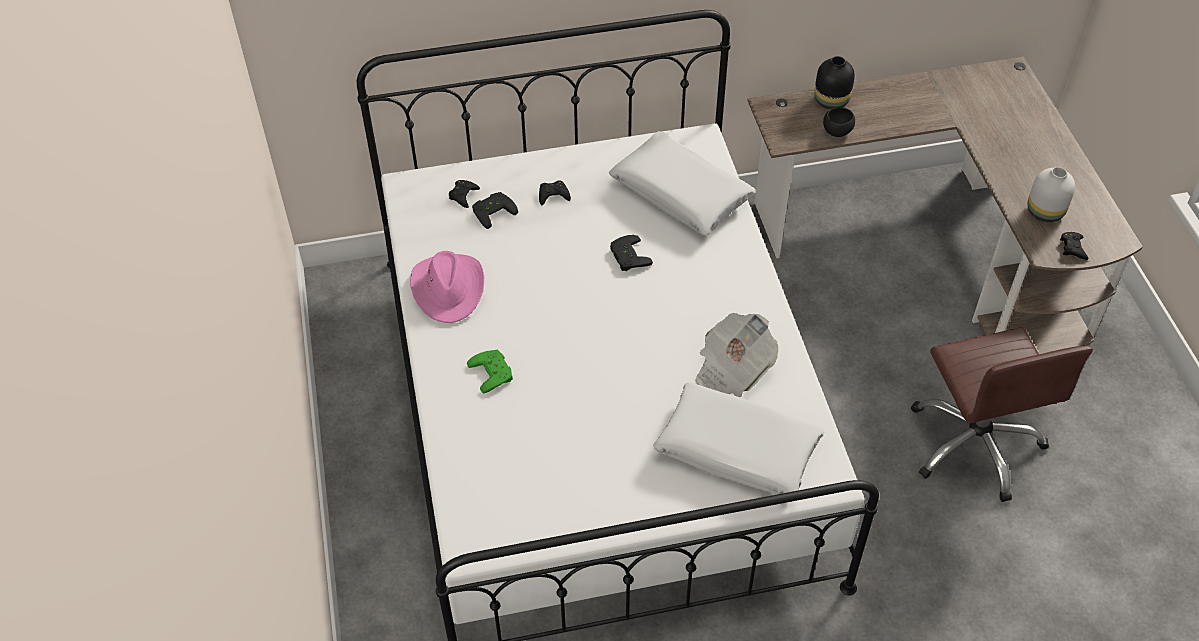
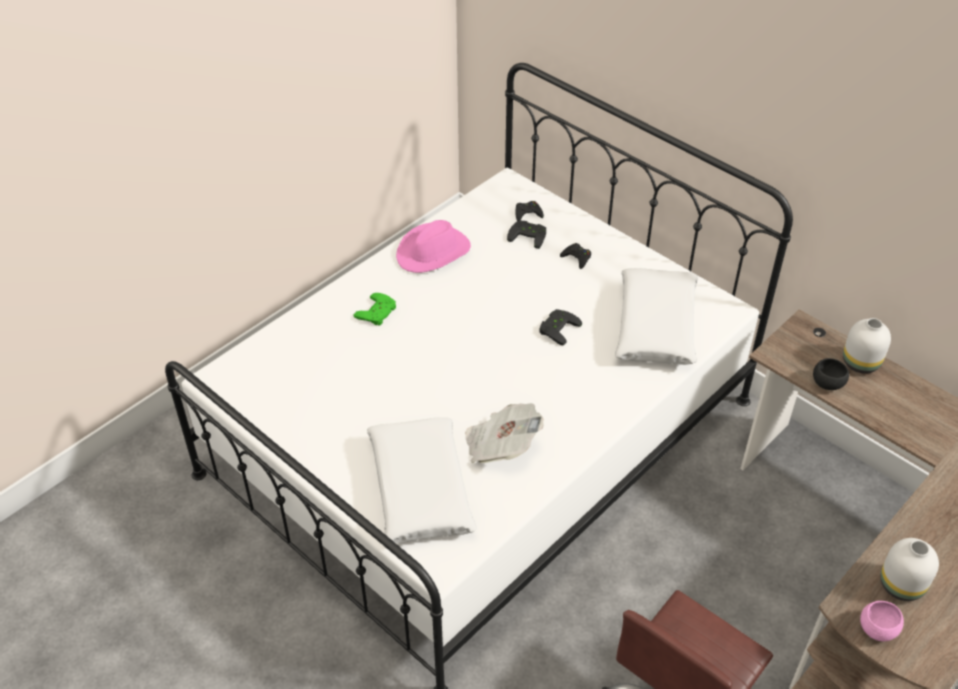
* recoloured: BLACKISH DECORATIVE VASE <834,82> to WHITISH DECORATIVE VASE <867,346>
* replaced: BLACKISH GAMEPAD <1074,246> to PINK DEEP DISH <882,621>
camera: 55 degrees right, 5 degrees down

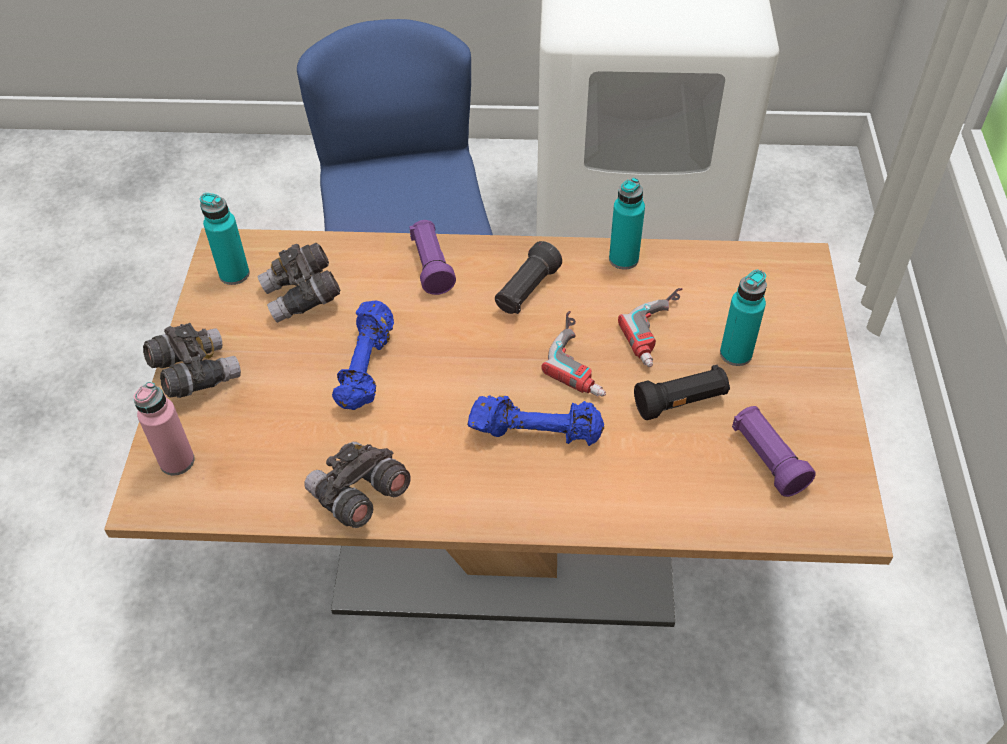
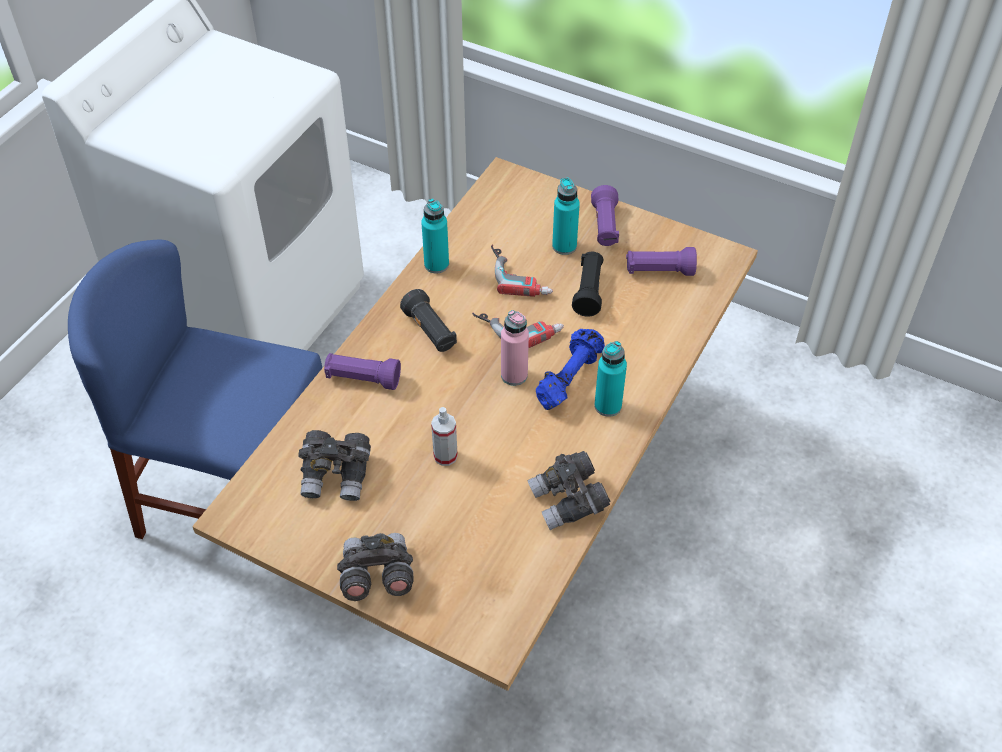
* replaced: BLUISH FREE WEIGHT <363,355> to SPRAYER <444,436>
* moved: PINK DRINK BOTTLE <164,428> to <515,348>
* added: PURPLISH TORCH <605,215>
* moved: BLUE-GREEN DRINK BOTTLE <224,239> to <610,379>
camera: 65 degrees left, 0 degrees up

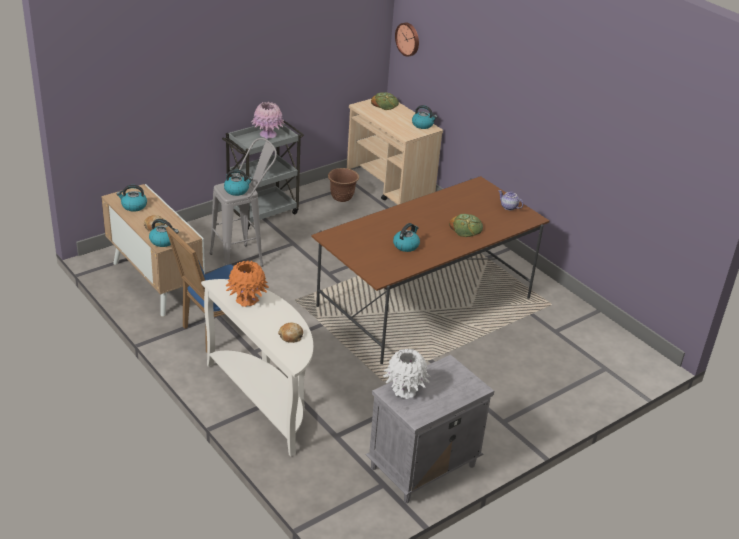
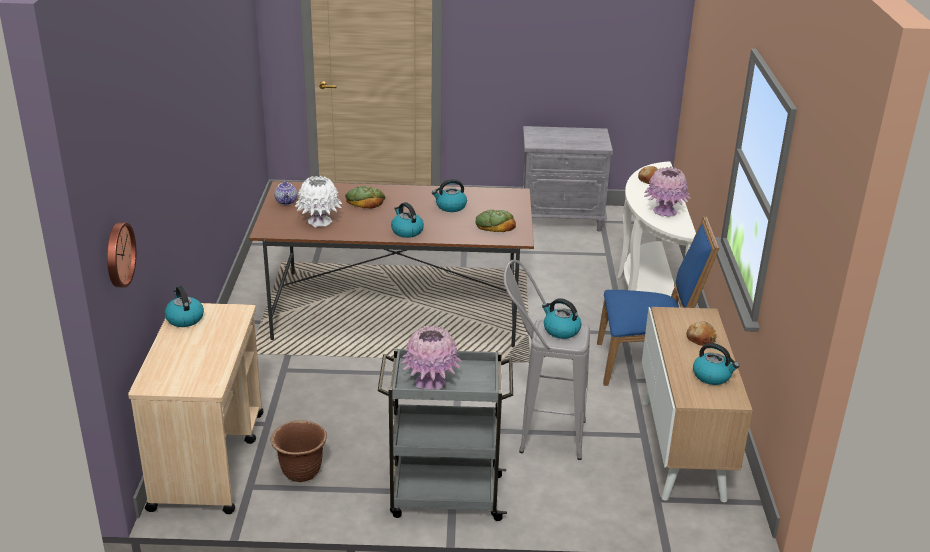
* moved: WHITISH DECORATIVE VASE <406,374> to <318,202>
* moved: KETTLE <164,233> to <407,220>
* moved: BAKERY BREAD <385,101> to <495,220>
* recoloured: ORANGE-COLOURED DECORATIVE VASE <247,284> to PINK DECORATIVE VASE <667,191>
camera: 140 degrees left, 5 degrees down

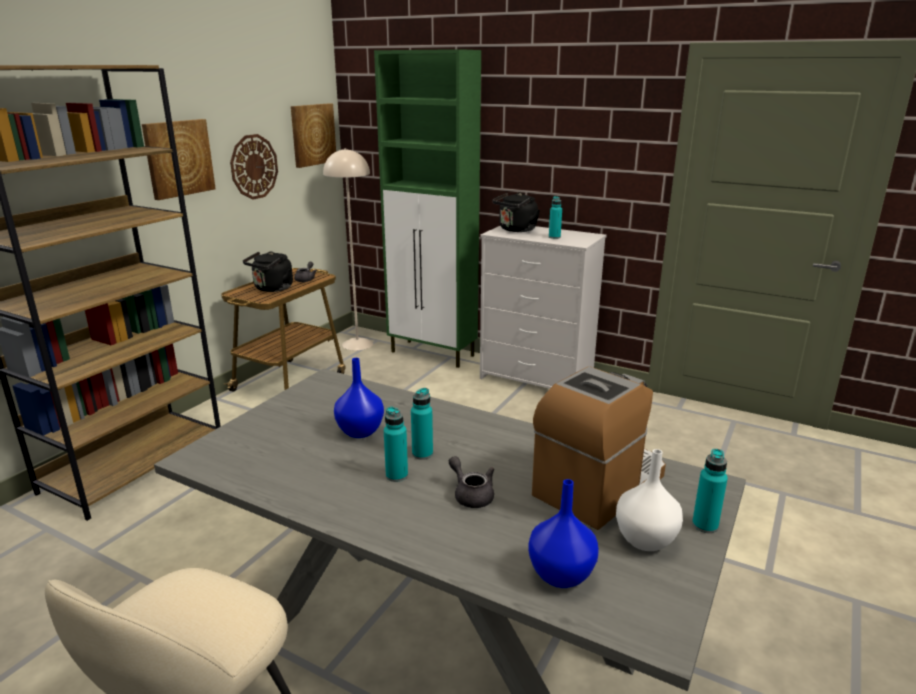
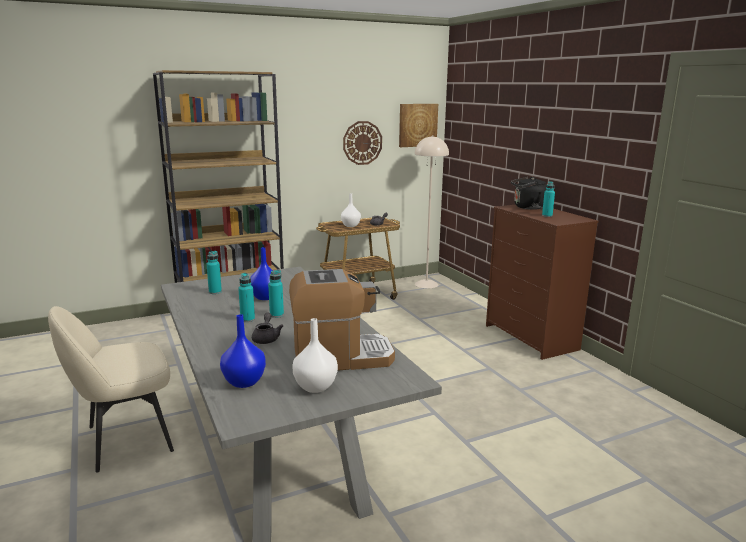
* moved: BLUE-GREEN DRINK BOTTLE <710,491> to <214,272>
* replaced: BLACKISH KETTLE <268,271> to WHITISH DECORATIVE VASE <351,210>
* recoloured: WHITISH CHEST OF DRAWERS <543,307> to BROWN CHEST OF DRAWERS <542,282>
* removed: WALL PICTURE <179,159>
* removed: GREEN CABINET <427,208>
camera: 35 degrees right, 5 degrees down

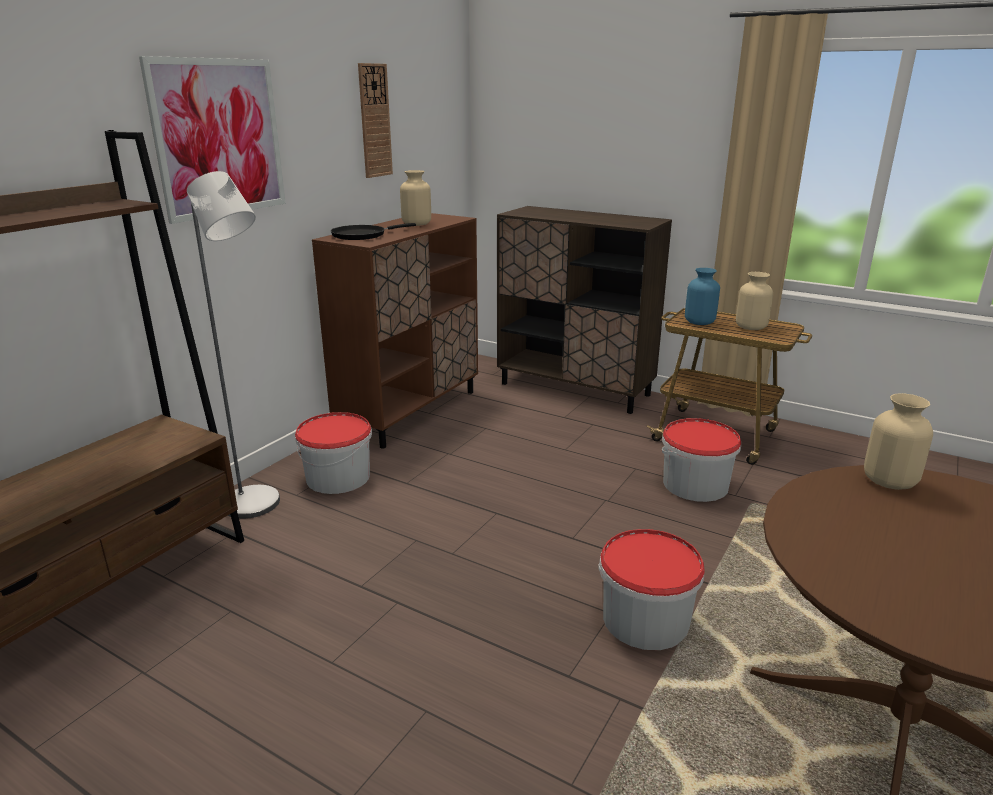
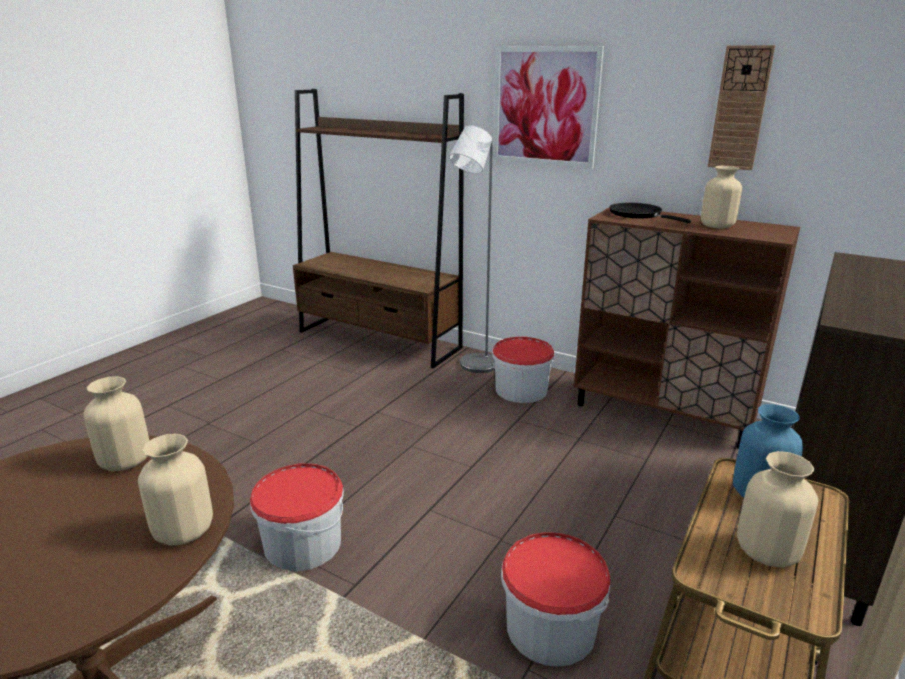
* added: BEIGE DECORATIVE VASE <116,423>
camera: 90 degrees right, 0 degrees up

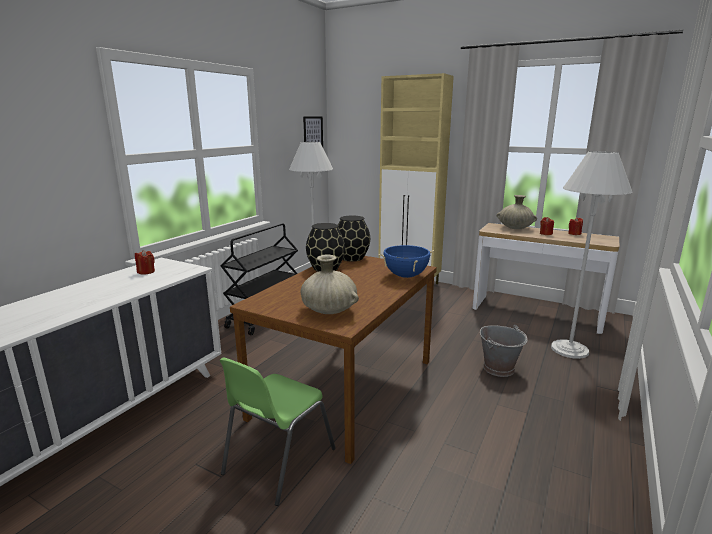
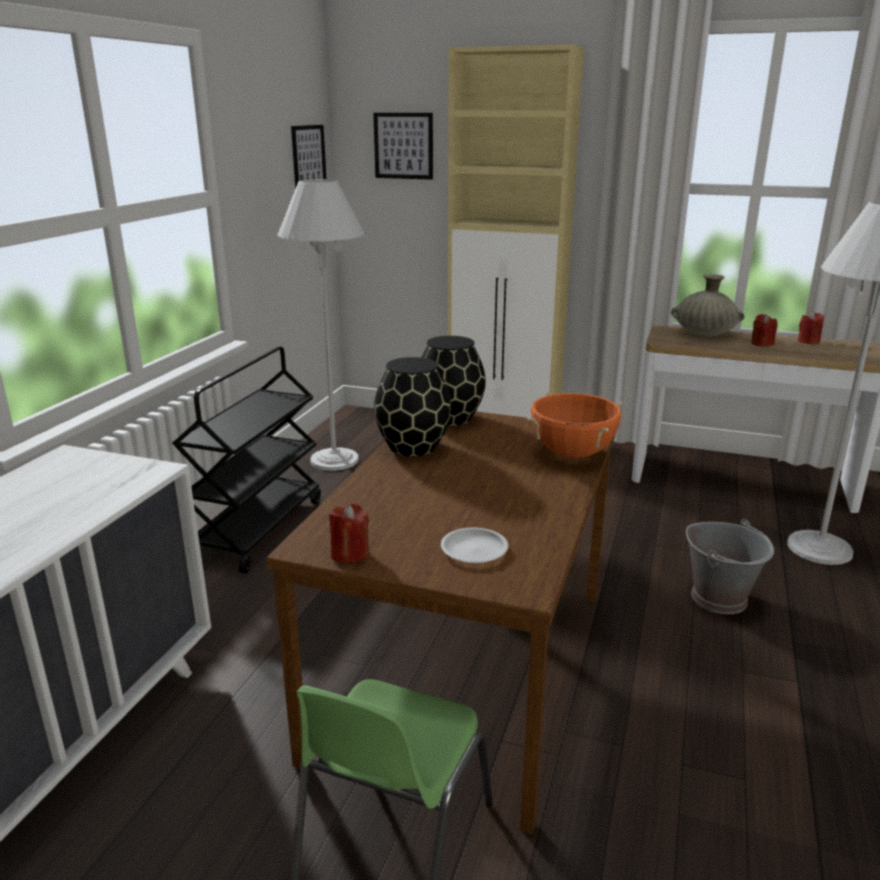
* moved: RED WAX CANDLE <145,262> to <349,533>
* added: WALL PICTURE <403,146>
* replaced: BEIGE DECORATIVE VASE <330,284> to WHITISH PLATE <474,545>
* recoloured: BLUISH COOKING POT <406,261> to ORANGE-COLOURED COOKING POT <575,425>
camera: 10 degrees left, 5 degrees up

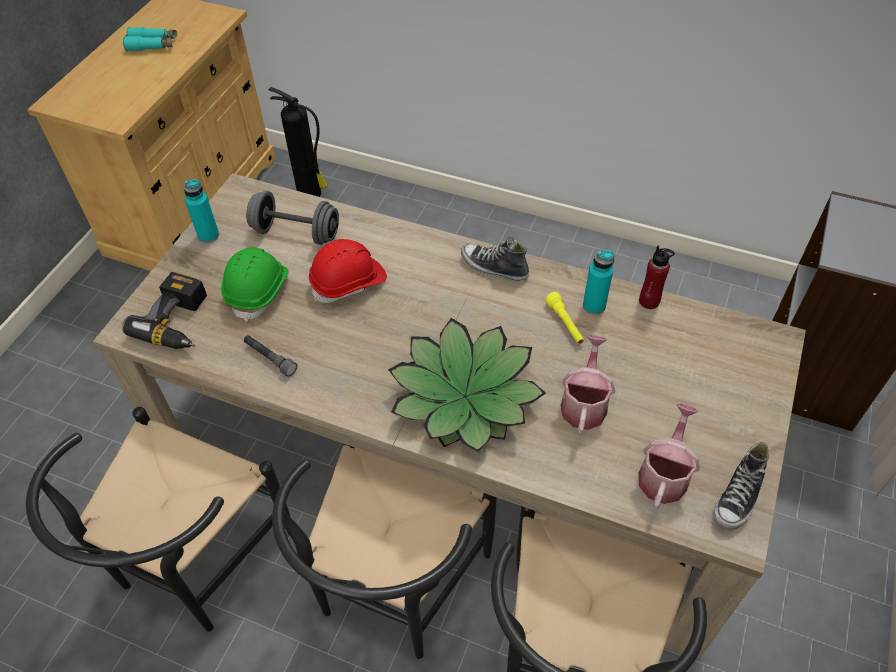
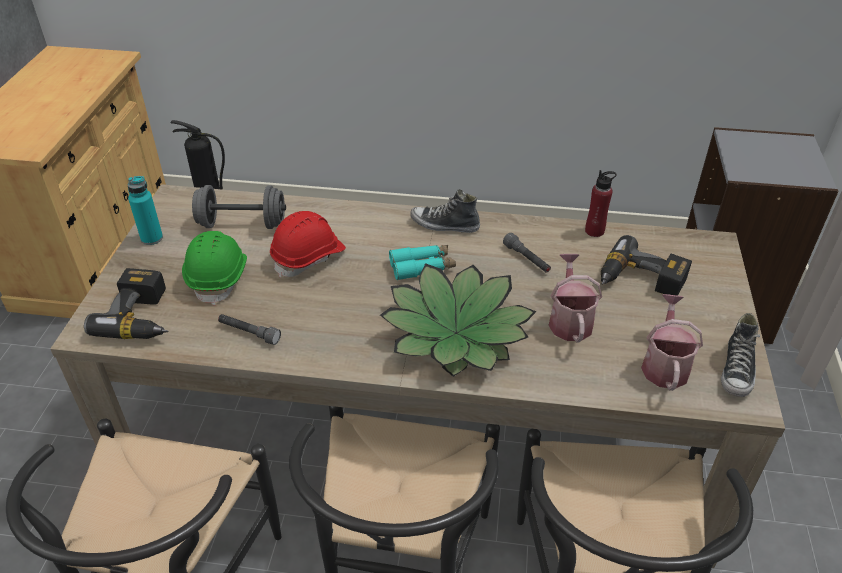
* moved: BLUE-GREEN PAIR OF BINOCULARS <150,39> to <422,262>
* recoloured: YELLOW-COLOURED TORCH <564,318> to GREYISH TORCH <527,253>
* added: POWER DRILL <646,265>
* removed: BLUE-GREEN DRINK BOTTLE <598,282>
camera: 15 degrees left, 10 degrees down

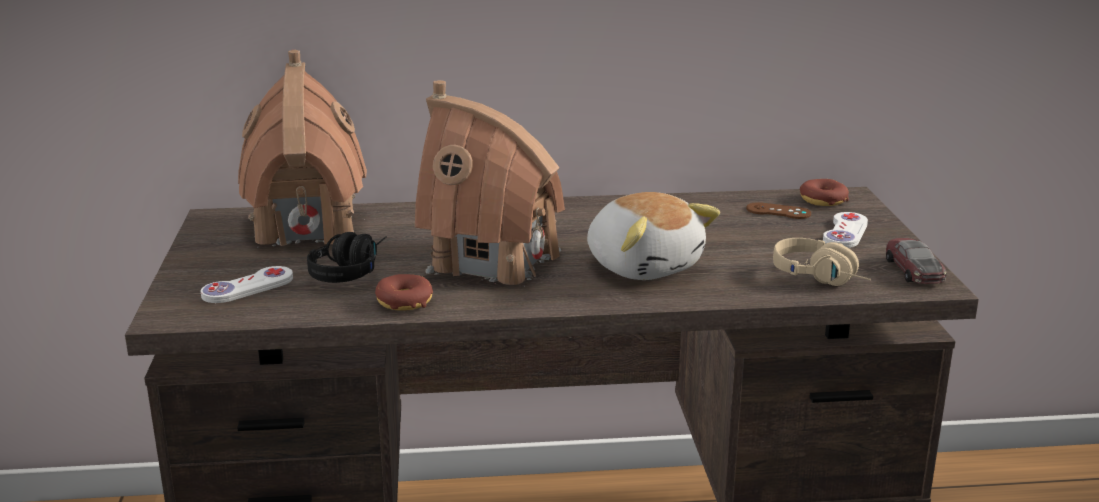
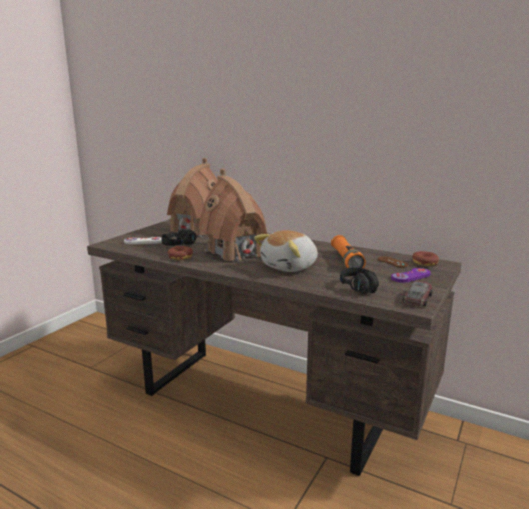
* turned: CUDDLY TOY <653,236> = <286,251> 45 degrees clockwise
* added: ORANGE-COLOURED TORCH <348,251>
* recoloured: BEIGE PAIR OF HEADPHONES <822,262> to BLACKISH PAIR OF HEADPHONES <359,280>
* recoloured: WHITISH GAMEPAD <845,230> to PURPLISH GAMEPAD <411,275>
camera: 35 degrees right, 5 degrees down

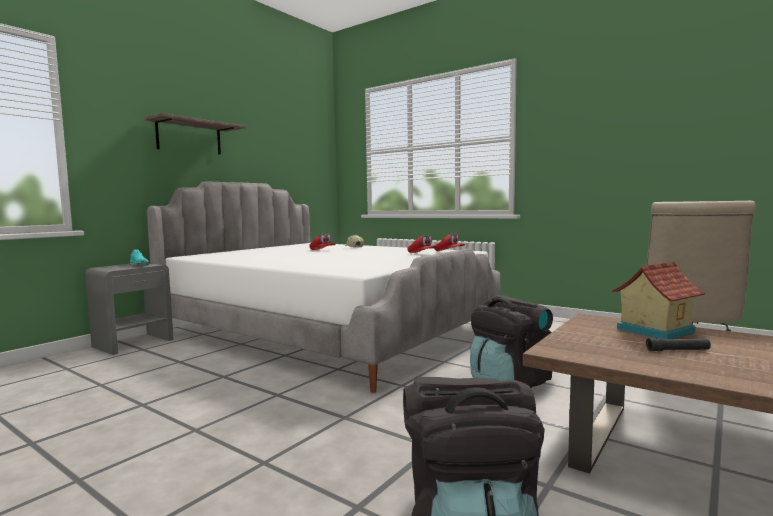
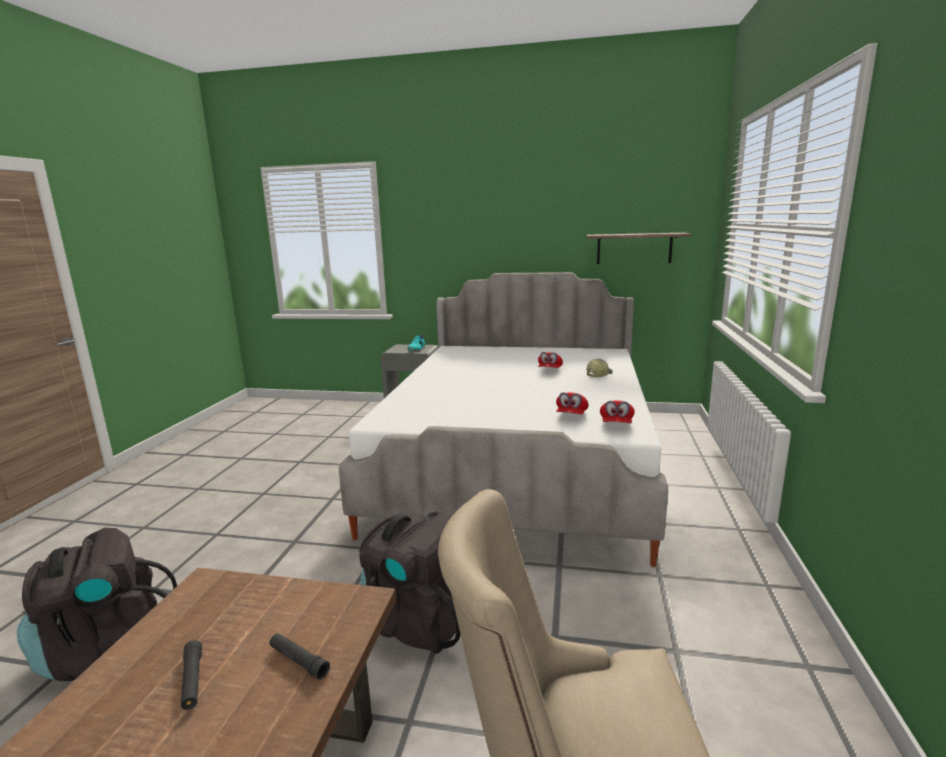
* replaced: MINIATURE HOUSE <658,300> to BLACKISH TORCH <299,656>
* moved: WALL SHELF <195,134> to <639,248>
camera: 65 degrees right, 10 degrees up

